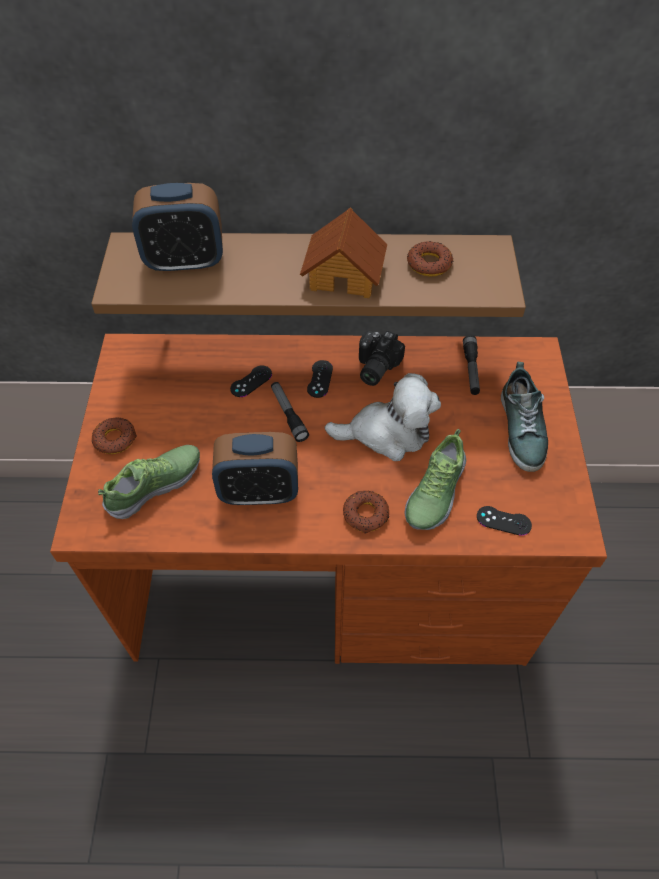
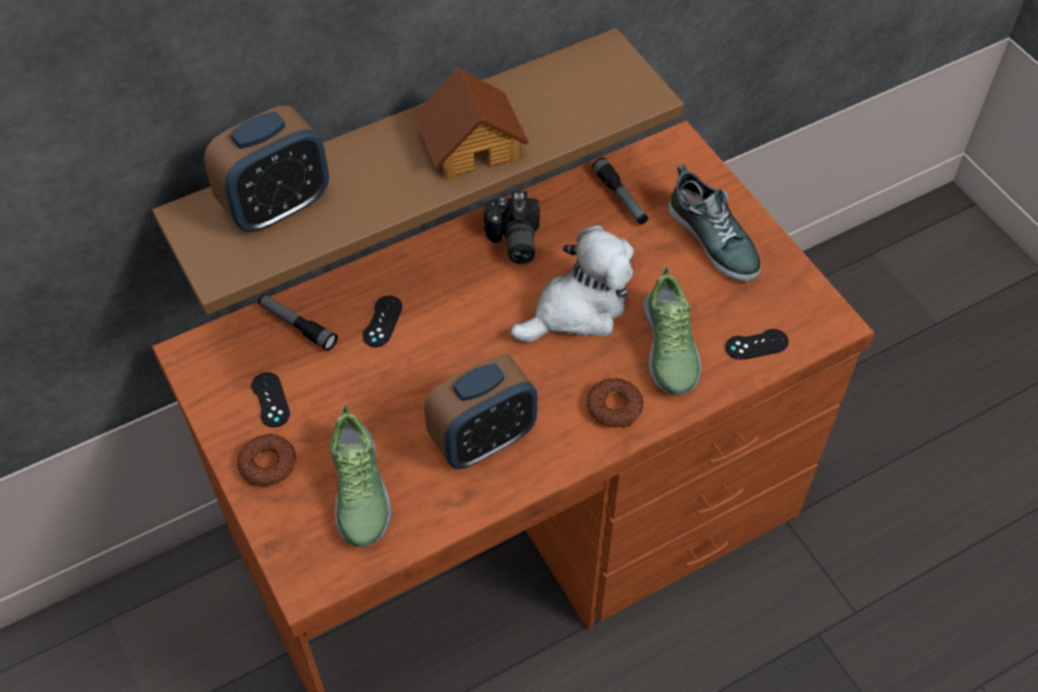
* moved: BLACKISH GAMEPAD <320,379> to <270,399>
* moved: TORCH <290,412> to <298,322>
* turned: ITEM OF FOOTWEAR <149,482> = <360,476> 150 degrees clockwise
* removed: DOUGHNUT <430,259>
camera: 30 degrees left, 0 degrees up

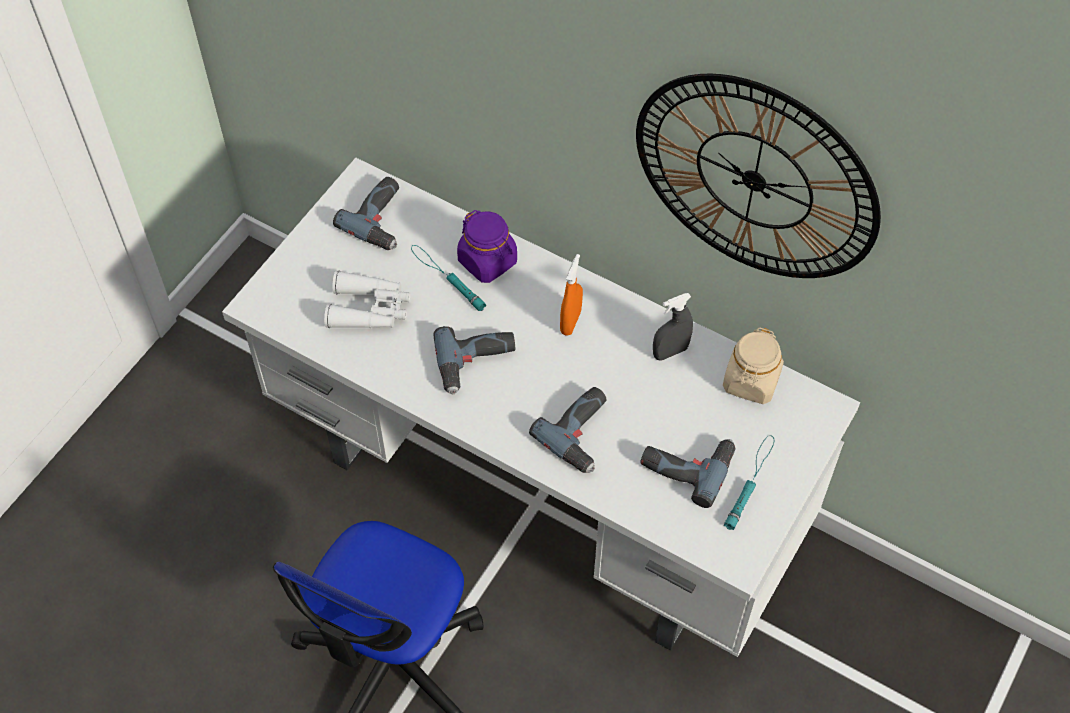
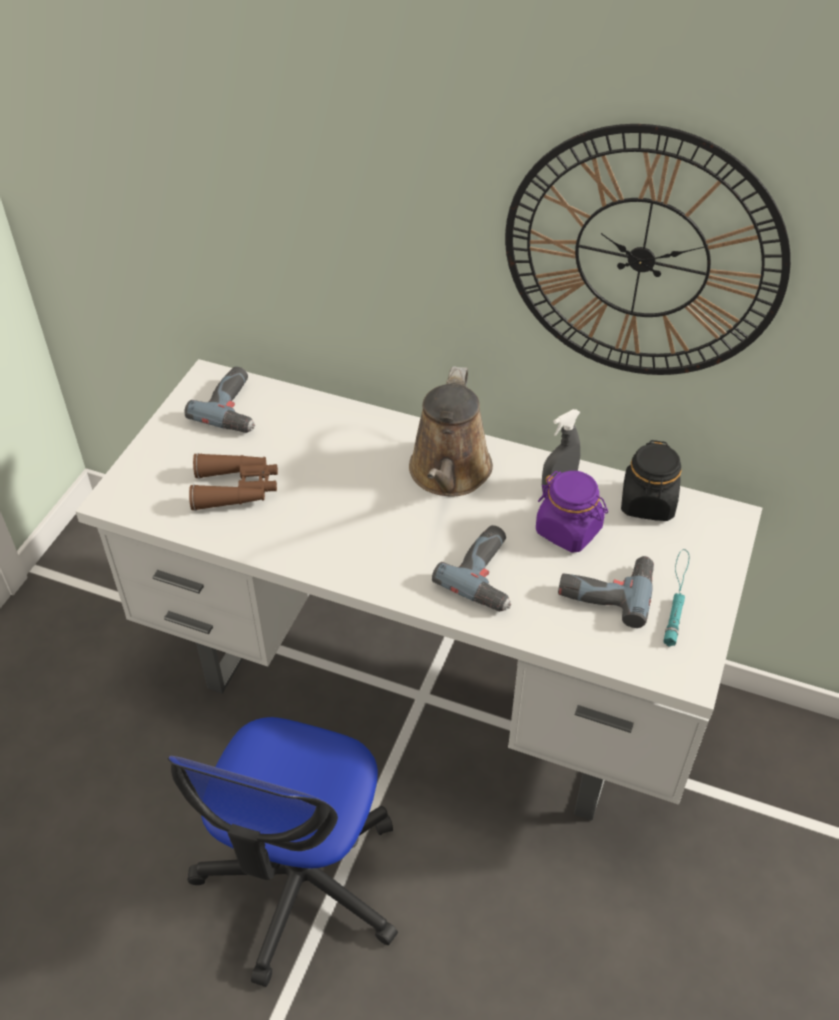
* recoloured: WHITISH PAIR OF BINOCULARS <367,299> to BROWN PAIR OF BINOCULARS <233,482>
* replaced: ORANGE-COLOURED SPRAYER <571,295> to BROWN WATERING CAN <451,431>
* moved: PURPLISH PRESERVE JAR <487,246> to <572,512>
* recoloured: BEIGE PRESERVE JAR <753,365> to BLACKISH PRESERVE JAR <651,480>
* removed: BLUE-GREEN TORCH <448,278>
* removed: POWER DRILL <474,360>
camera: 10 degrees left, 10 degrees down

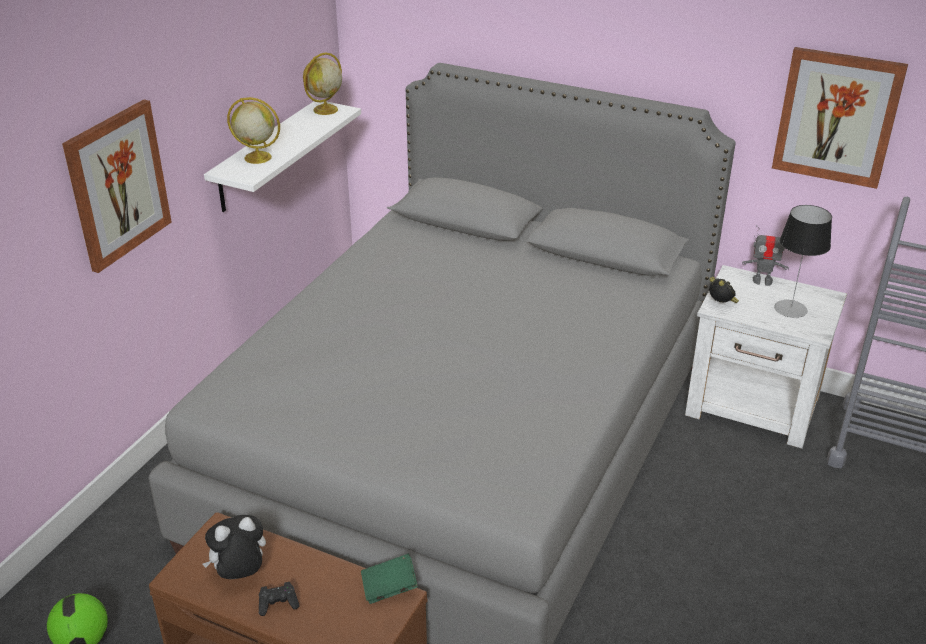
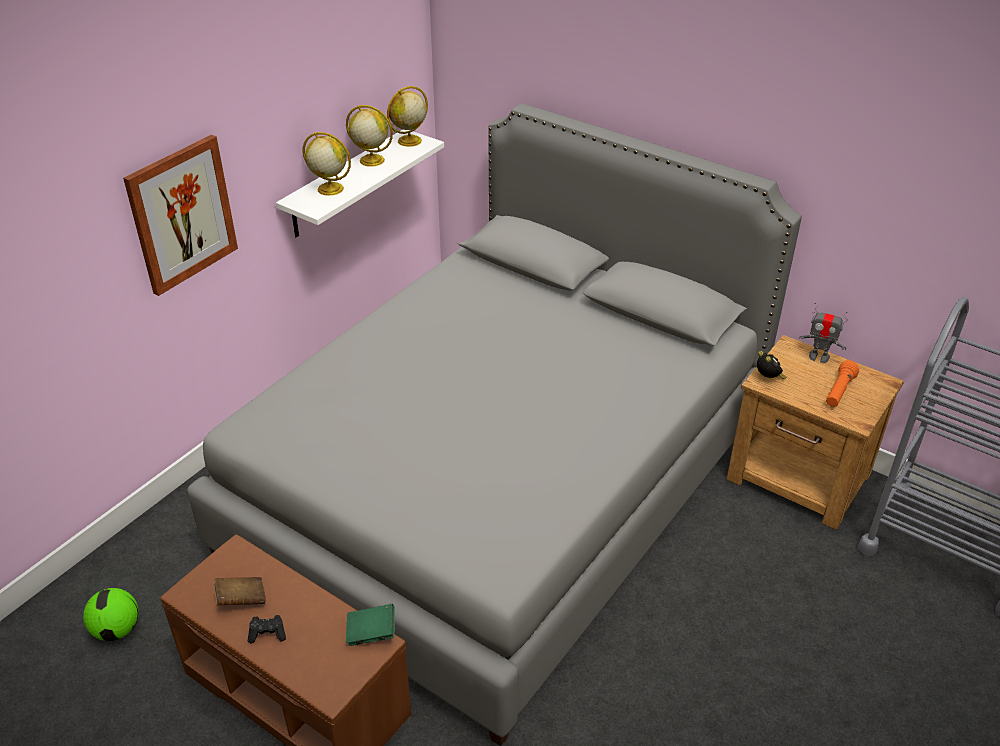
* replaced: CUDDLY TOY <234,547> to BROWN BOOK <240,591>
* added: GLOBE <369,136>
* recoloured: WHITISH NIGHT TABLE <766,357> to BROWN NIGHT TABLE <815,432>
* replaced: TABLE LAMP <803,261> to ORANGE-COLOURED TORCH <842,383>
* removed: WALL PICTURE <840,118>
camera: 10 degrees right, 5 degrees up

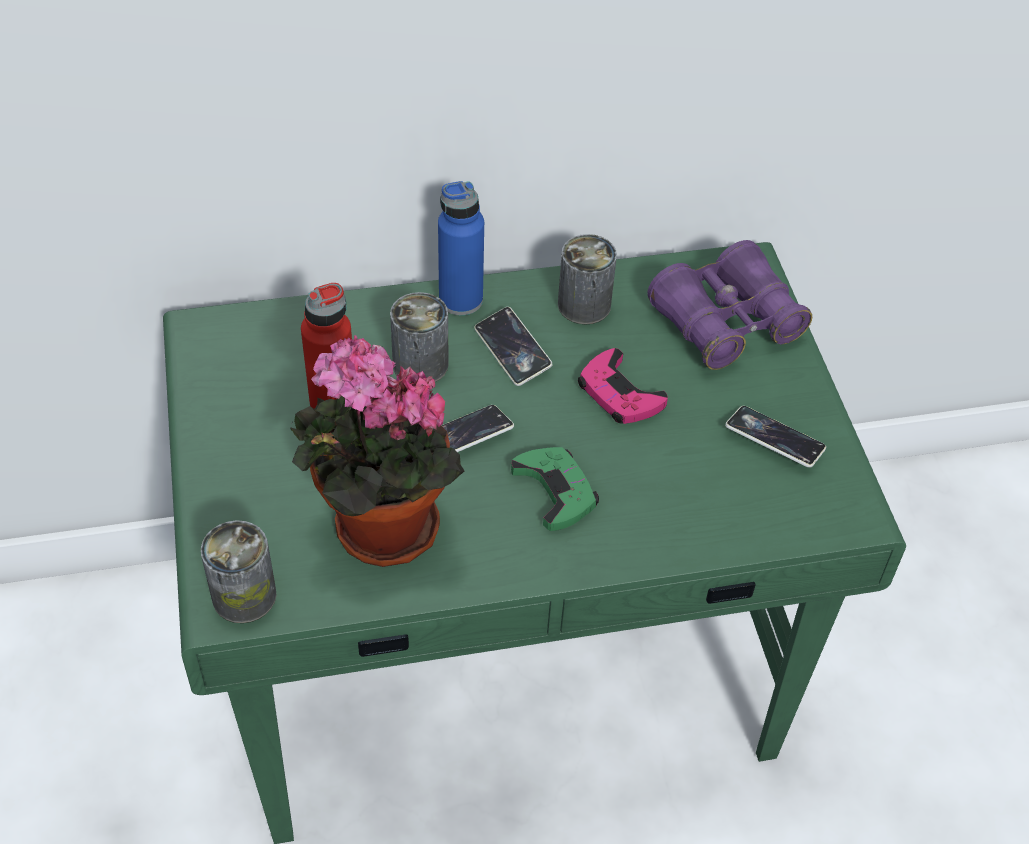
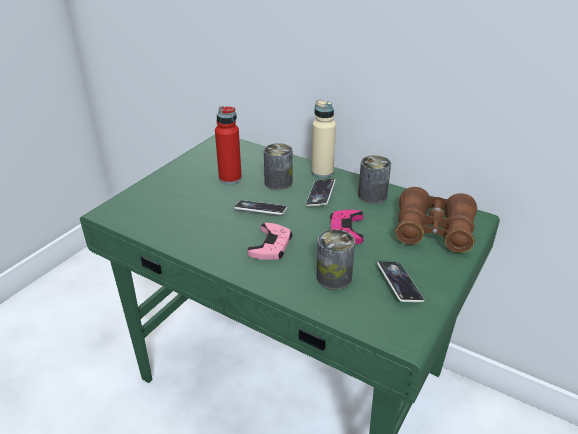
* recoloured: GREEN GAMEPAD <555,489> to PINK GAMEPAD <269,241>
* recoloured: BLUISH DRINK BOTTLE <461,248> to BEIGE DRINK BOTTLE <323,139>
* moved: SEALED CAN <238,571> to <336,259>
* recoloured: PURPLISH PAIR OF BINOCULARS <730,305> to BROWN PAIR OF BINOCULARS <436,220>
* removed: PLANT IN A POT <377,451>
camera: 45 degrees right, 15 degrees down

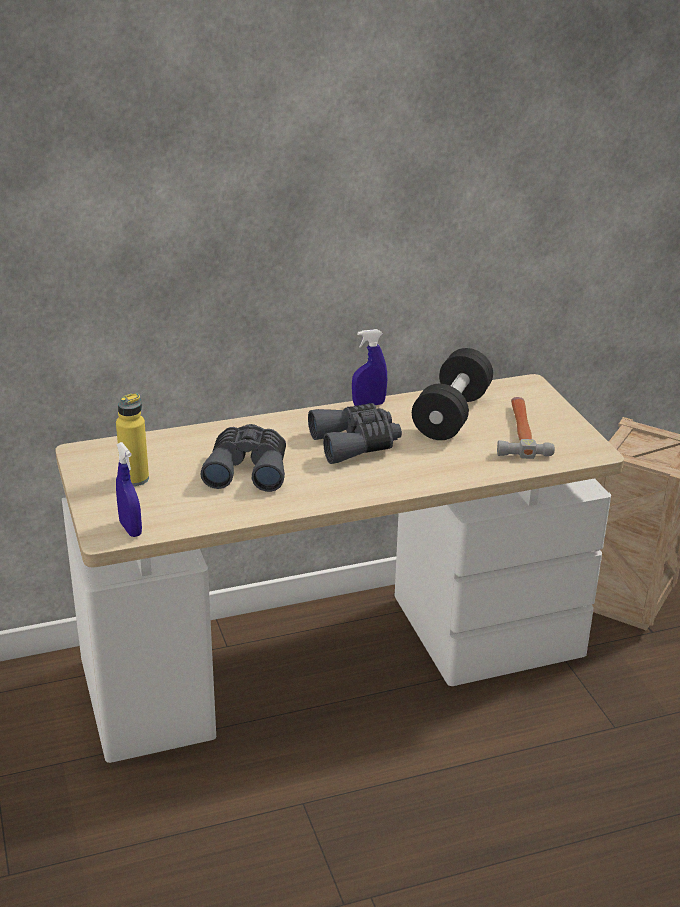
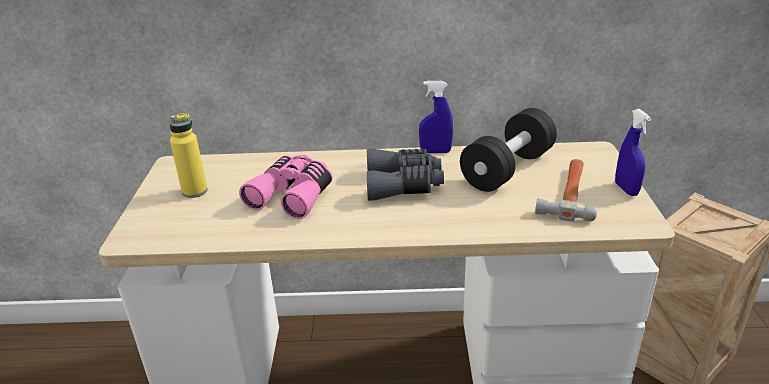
* recoloured: GREYISH PAIR OF BINOCULARS <243,458> to PINK PAIR OF BINOCULARS <286,187>
* moved: BLUISH SPRAYER <129,489> to <633,152>
camera: 20 degrees right, 0 degrees up

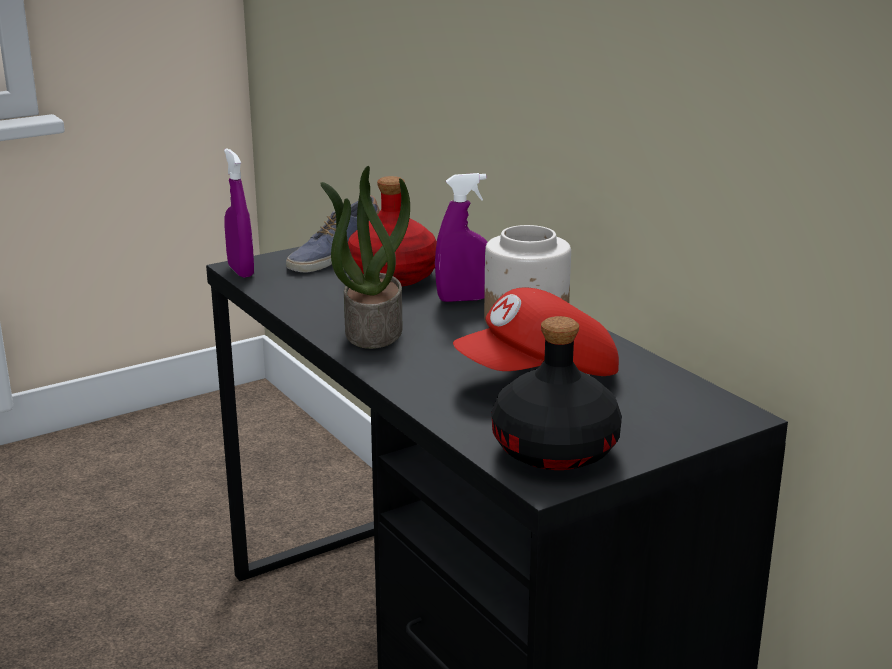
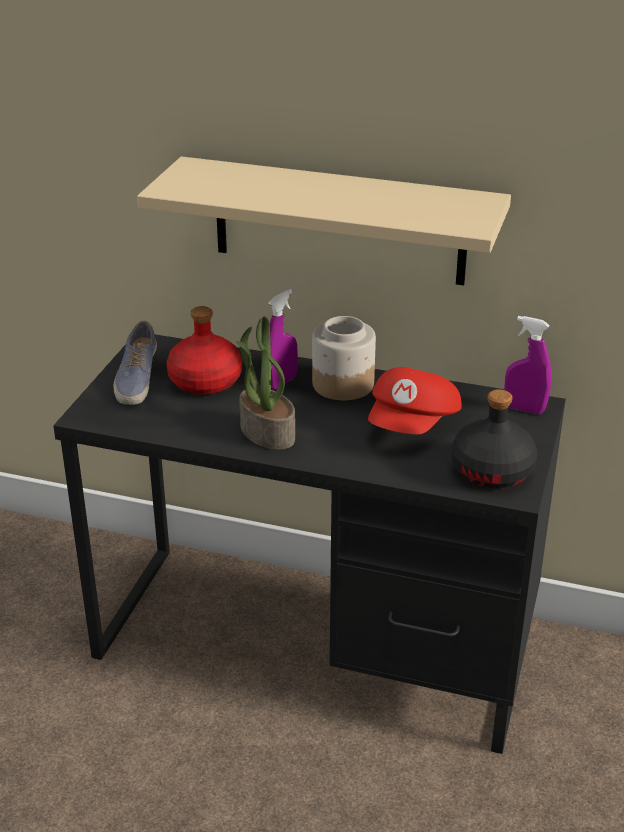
* added: BEIGE WALL SHELF <324,221>
* moved: PURPLISH SPRAYER <239,213> to <528,365>
camera: 40 degrees left, 10 degrees up

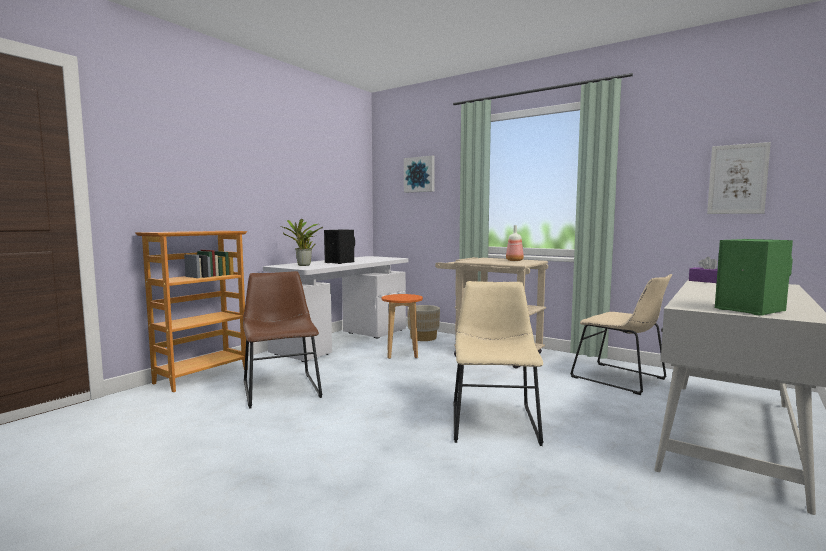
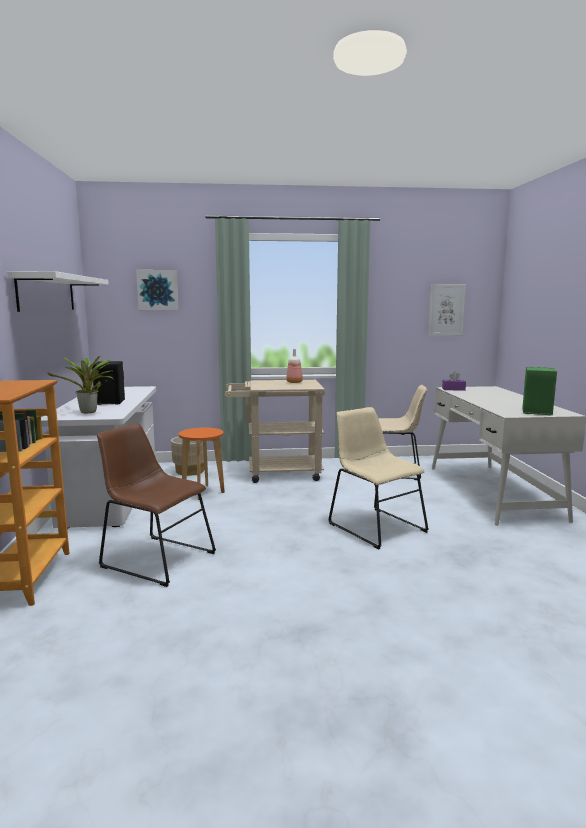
* added: WHITISH WALL SHELF <58,291>
camera: 40 degrees left, 5 degrees up

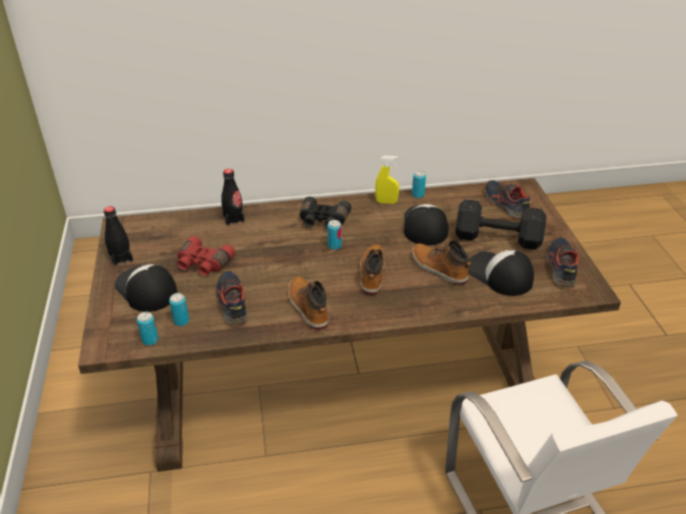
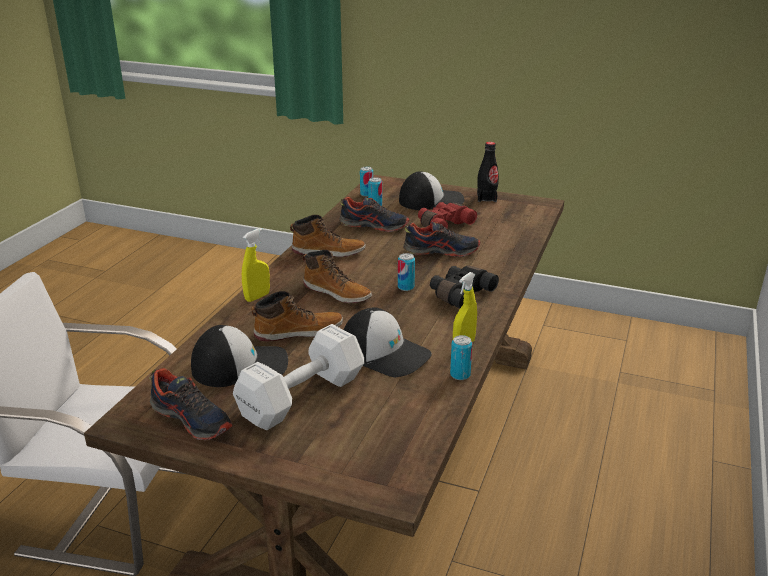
* recoloured: BLACKISH FREE WEIGHT <500,224> to WHITISH FREE WEIGHT <298,377>
* added: YELLOW-COLOURED SPRAYER <256,265>
* moved: ITEM OF FOOTWEAR <508,199> to <441,239>
* removed: BLACKISH DRINK BOTTLE <233,197>
camera: 120 degrees right, 10 degrees down

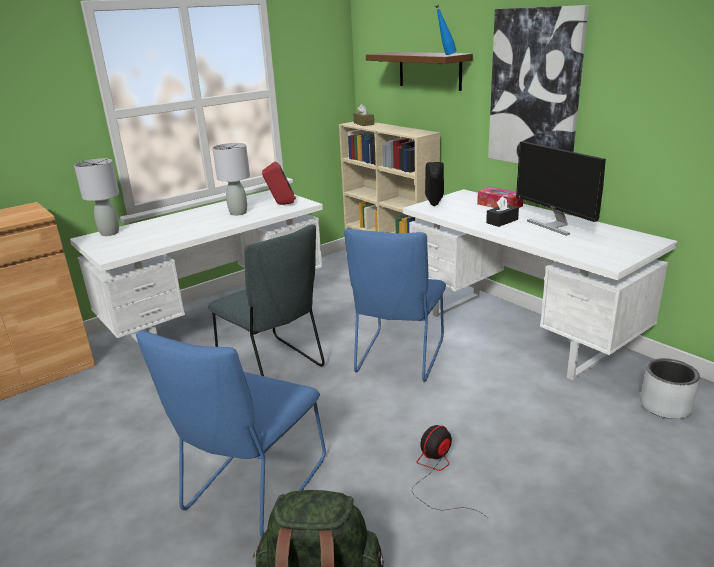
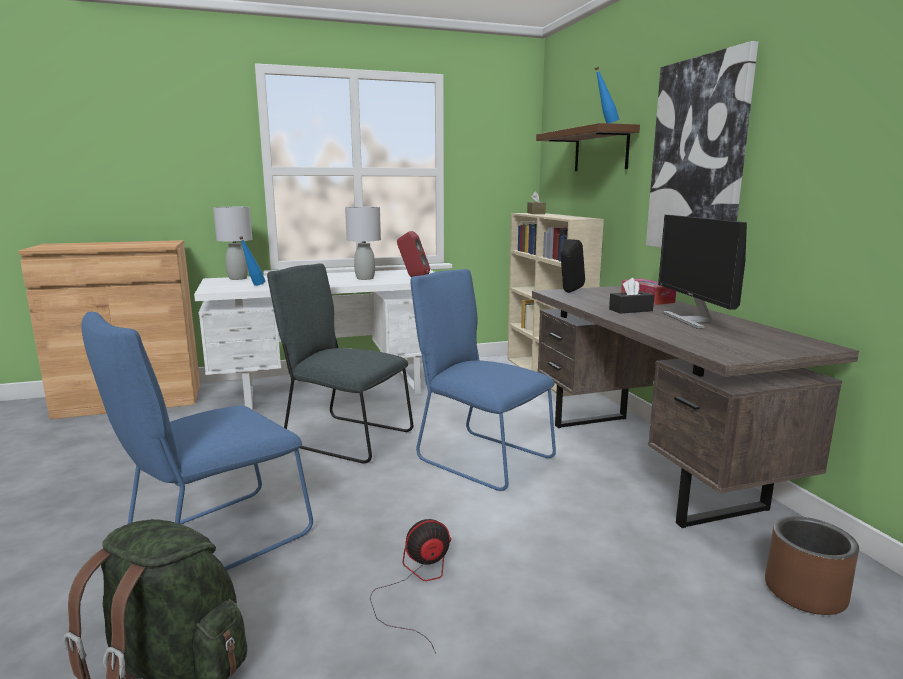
* added: BLUISH DRINK BOTTLE <252,261>
* turned: GREYISH CHAIR <266,300> = <340,363> 135 degrees clockwise
* turned: BLUISH CHAIR <395,305> = <483,380> 90 degrees clockwise
* recoloured: WHITISH DESK TABLE <540,284> to BROWN DESK TABLE <695,407>
* recoloured: GREYISH FLOWER POT <670,388> to BROWN FLOWER POT <812,565>
camera: 20 degrees right, 10 degrees down

